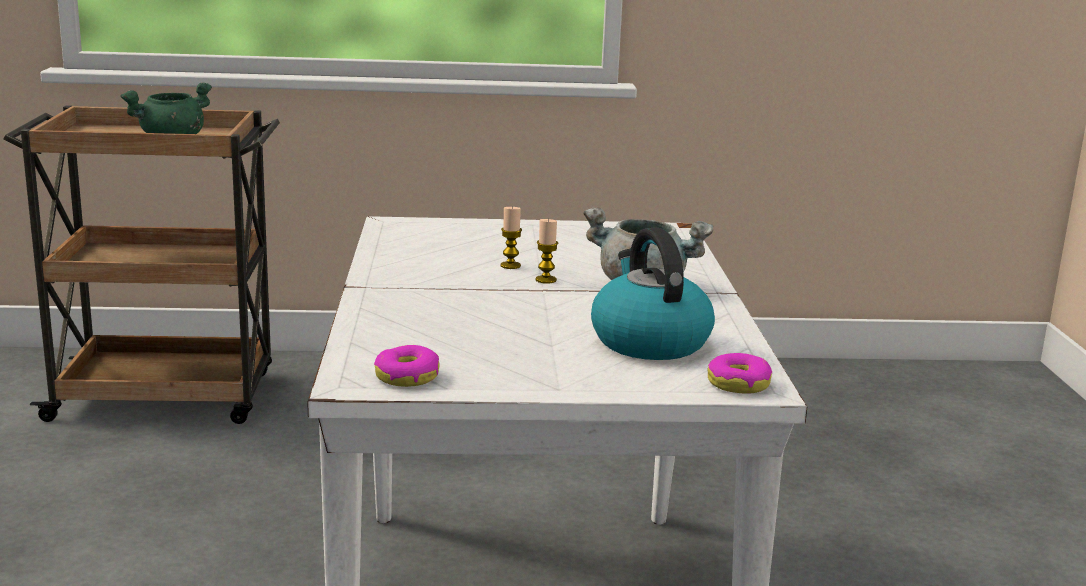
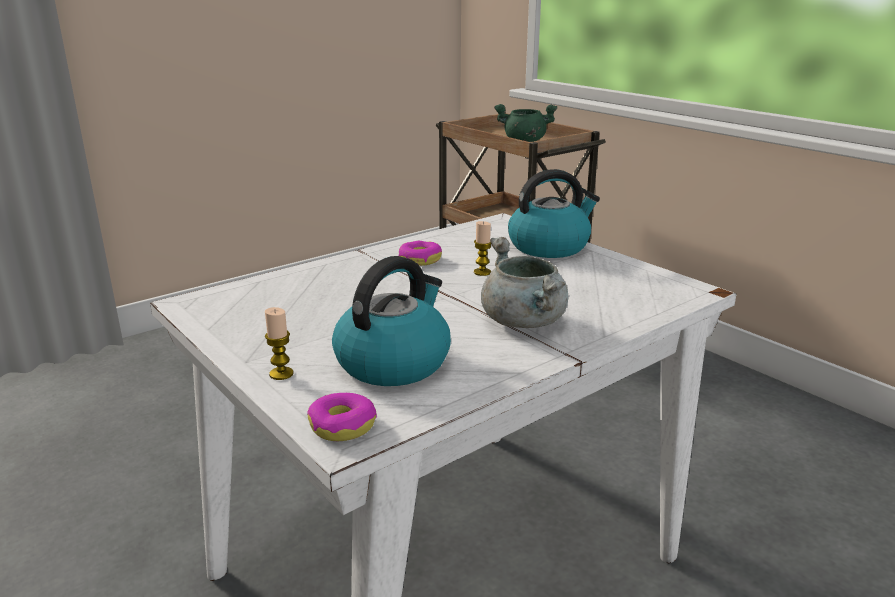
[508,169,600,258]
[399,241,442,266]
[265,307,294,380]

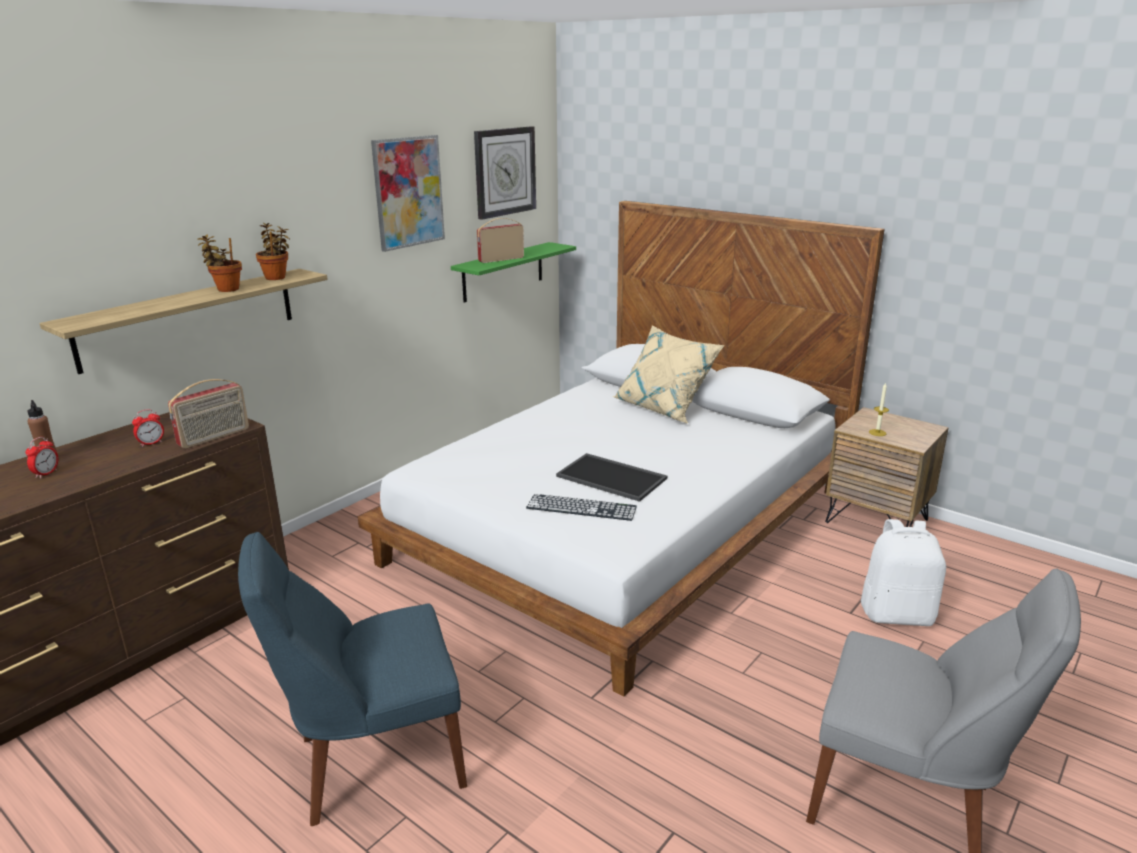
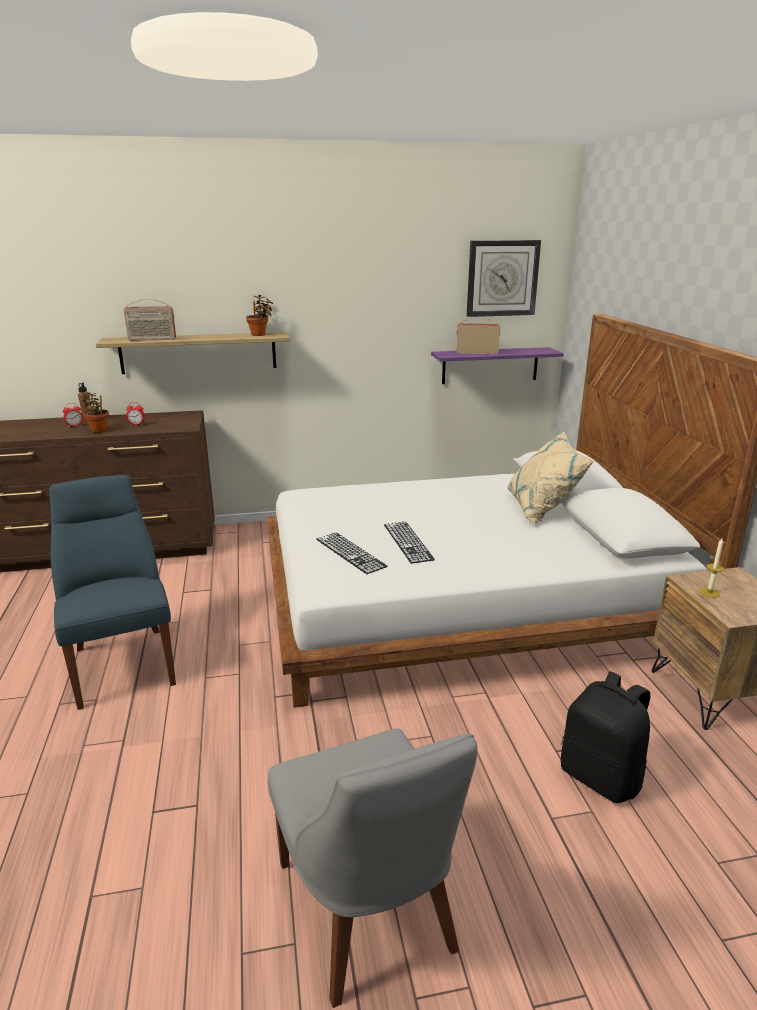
[371,135,445,252] (first image)
[124,299,176,341]
[80,391,109,433]
[384,522,435,564]
[431,347,564,384]
[561,671,650,803]
[49,475,176,710]

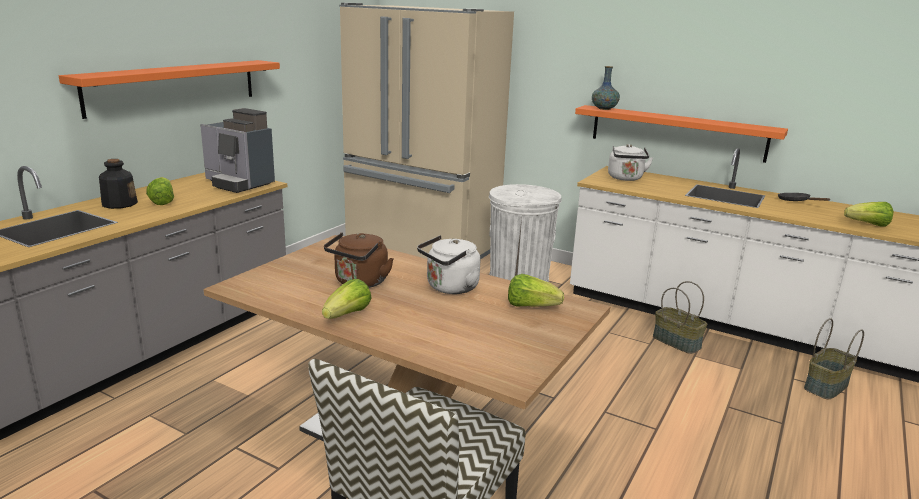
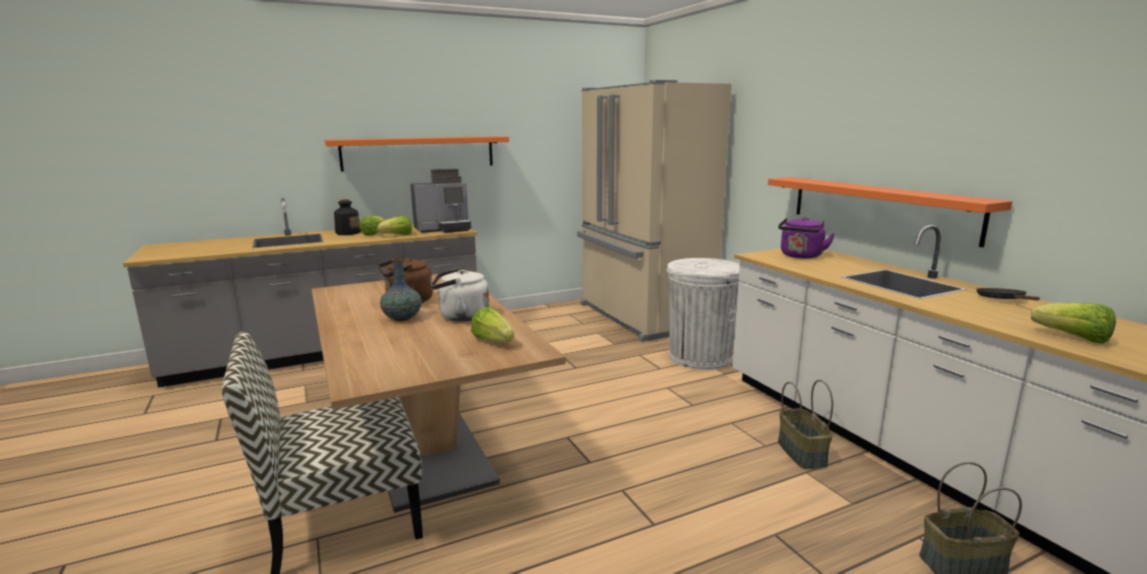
[377,216,412,235]
[380,258,422,321]
[778,217,835,259]
[410,169,471,233]

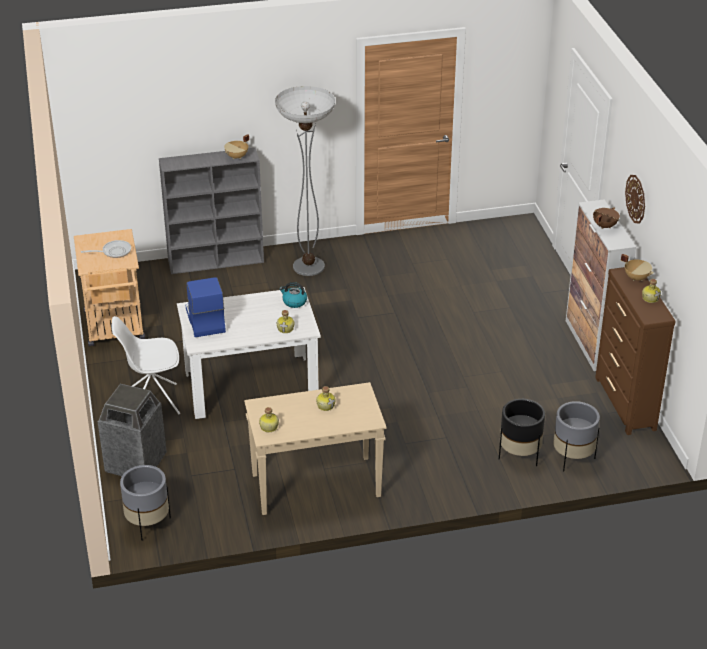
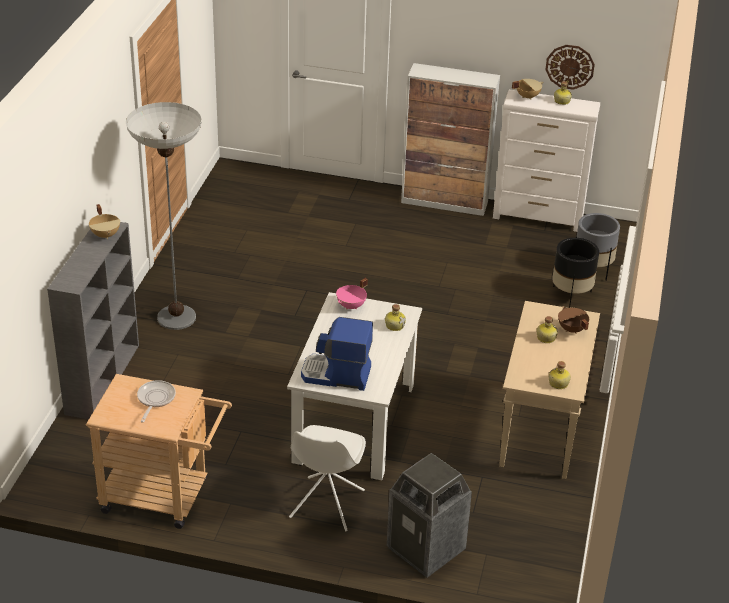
[120,465,171,540] (first image)
[558,306,589,334]
[545,45,595,90]
[336,278,368,310]
[493,90,600,232]

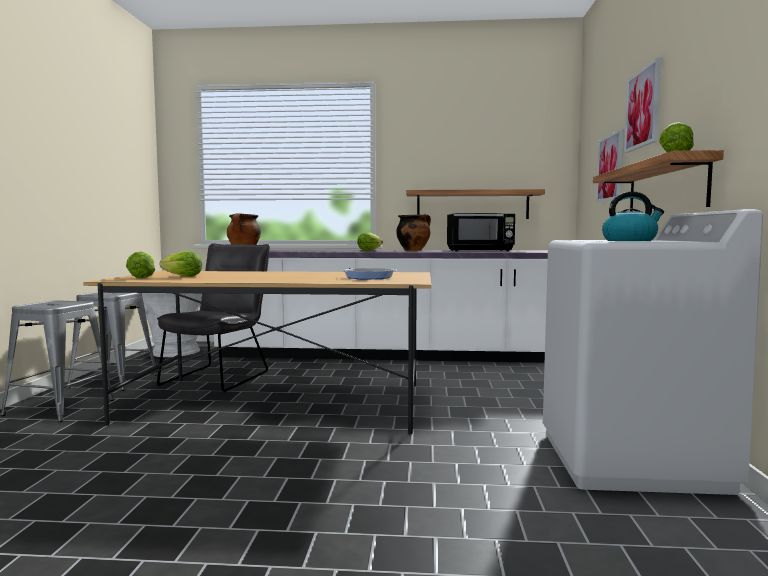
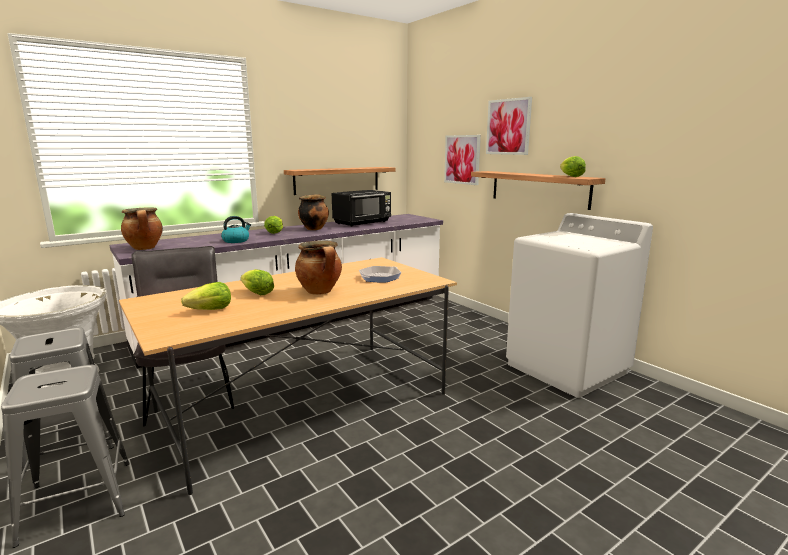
[295,241,342,295]
[240,269,274,295]
[221,216,251,243]

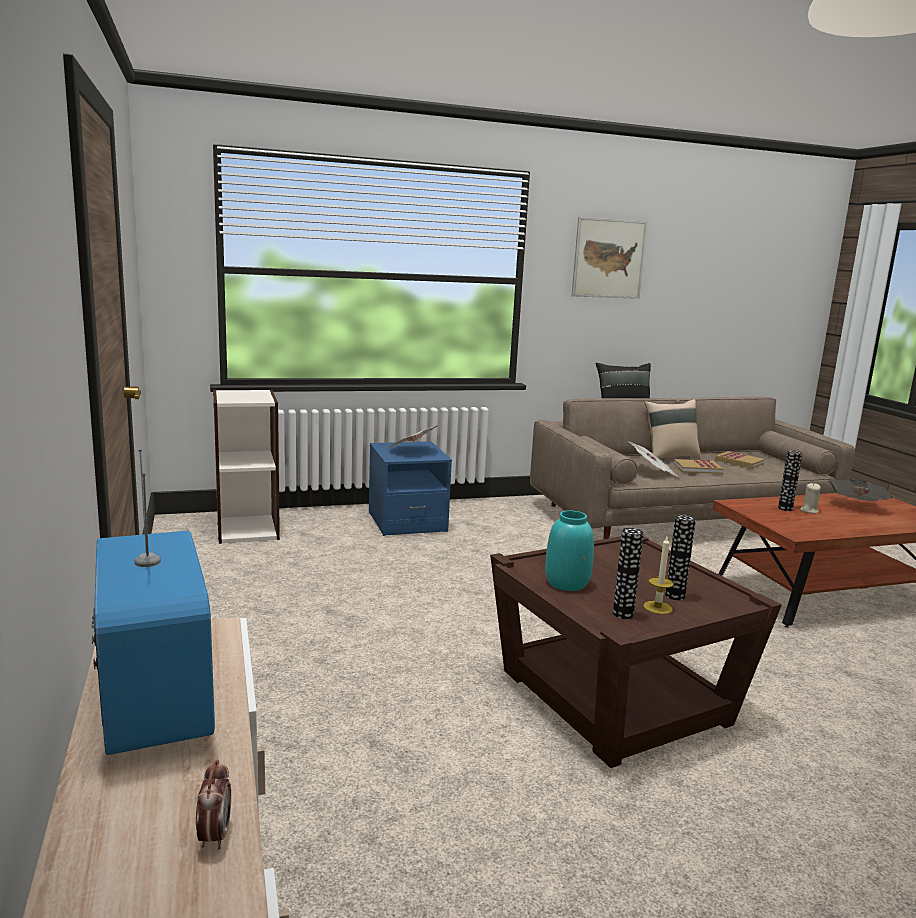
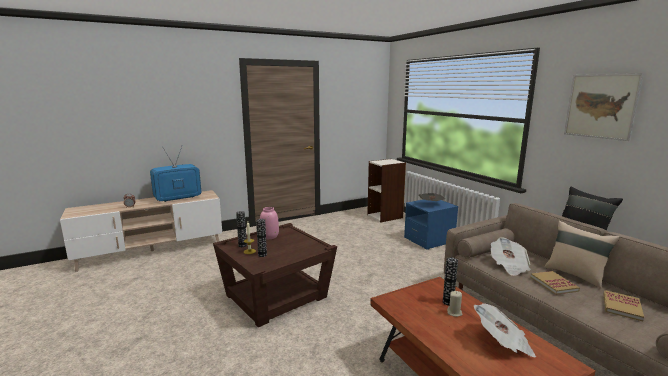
[260,207,279,239]

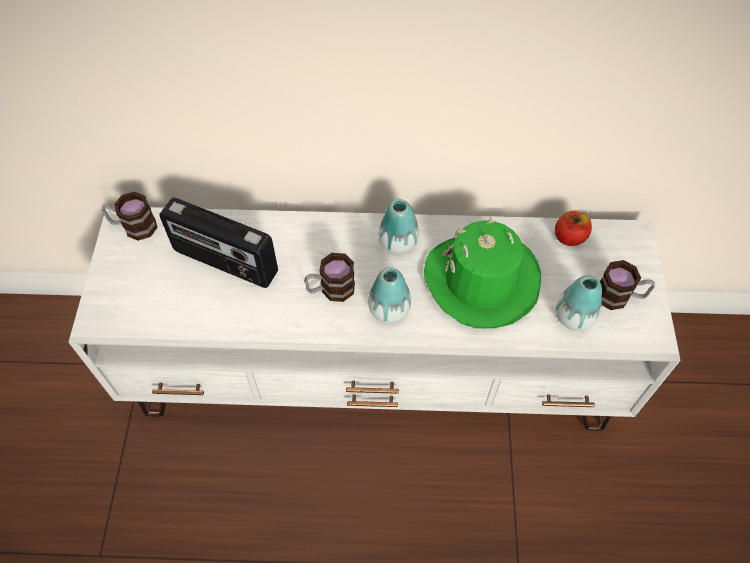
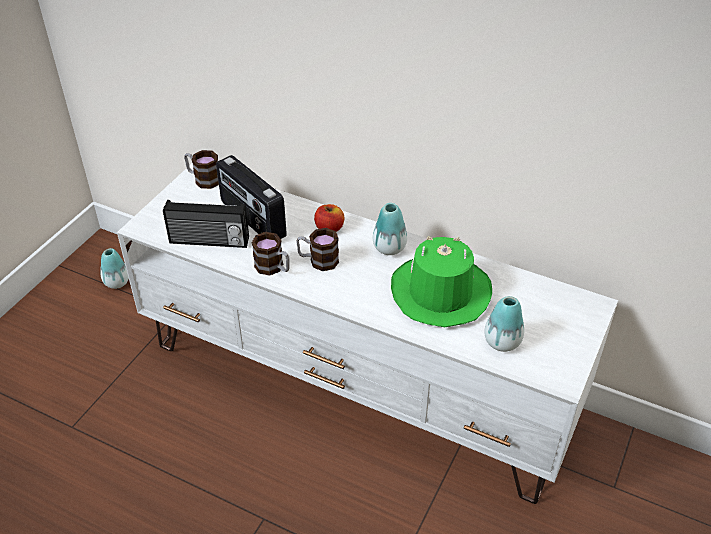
[163,200,249,248]
[100,248,129,289]
[314,204,344,232]
[252,232,290,276]

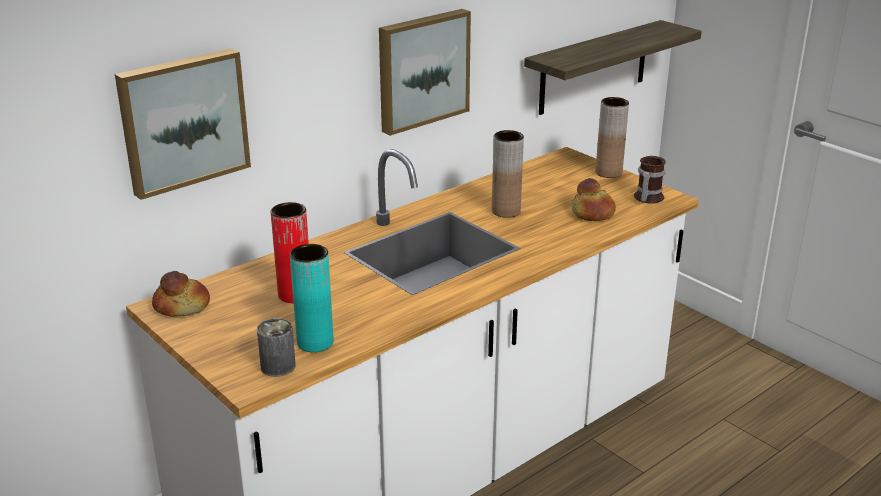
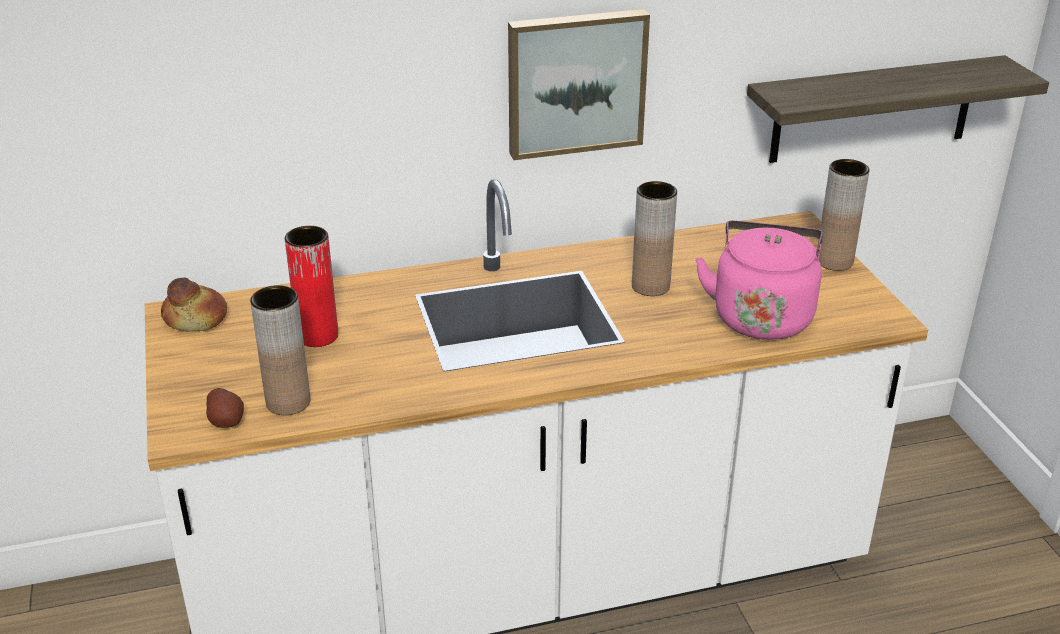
[115,49,251,200] (first image)
[634,156,666,204] (first image)
[206,388,244,428]
[695,220,823,340]
[250,285,311,415]

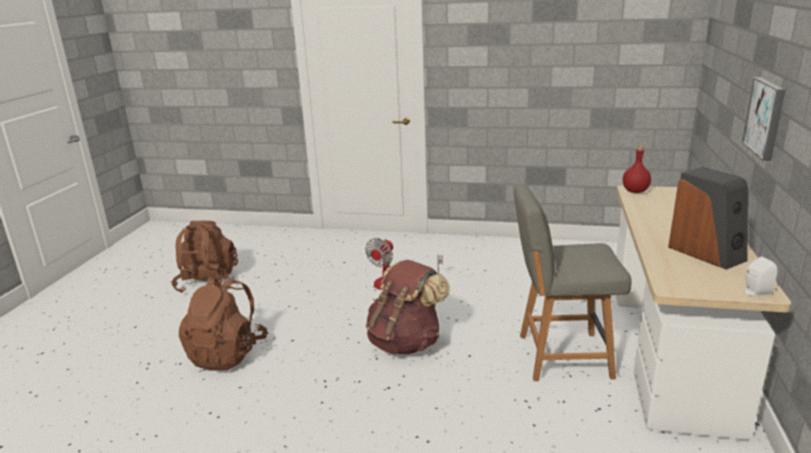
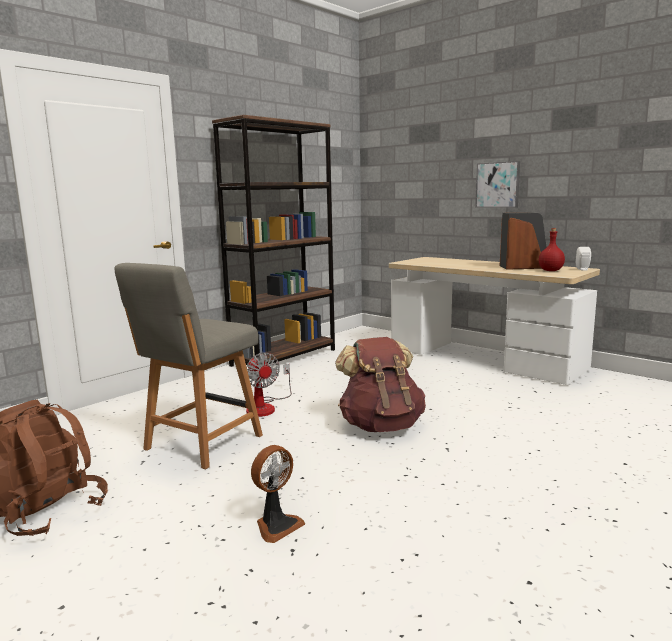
[212,115,335,367]
[114,263,263,469]
[539,228,565,271]
[251,445,305,543]

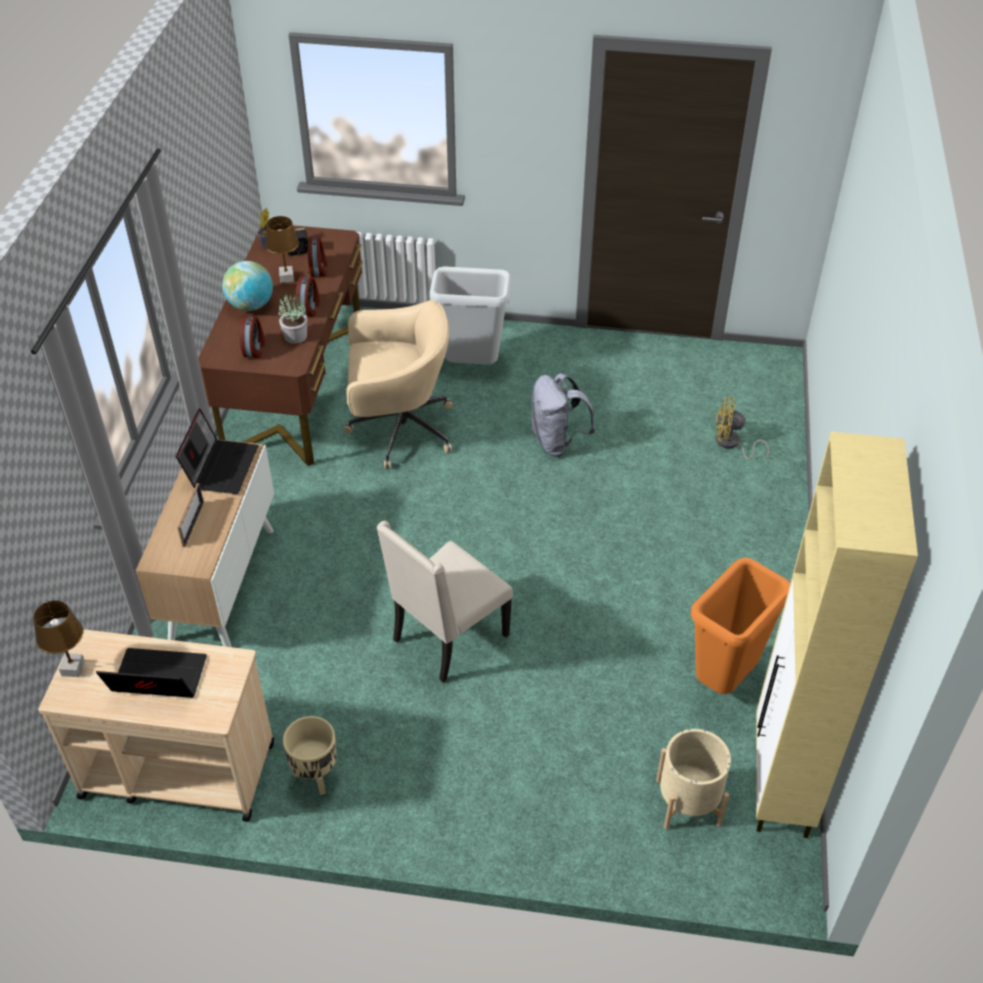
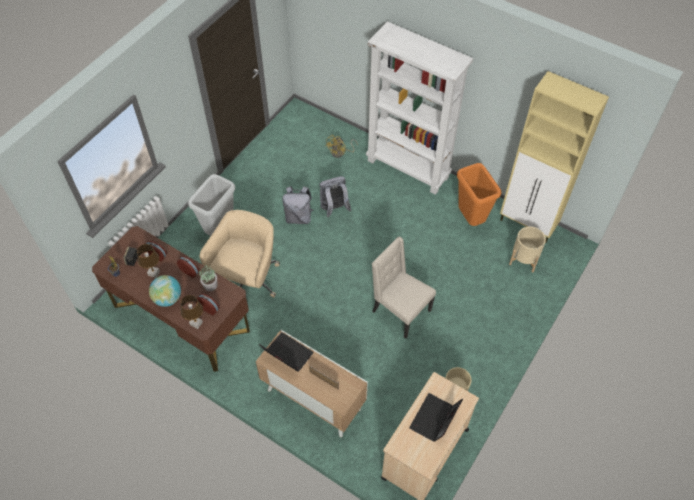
[319,176,351,217]
[366,21,473,195]
[180,295,203,329]
[372,237,436,339]

